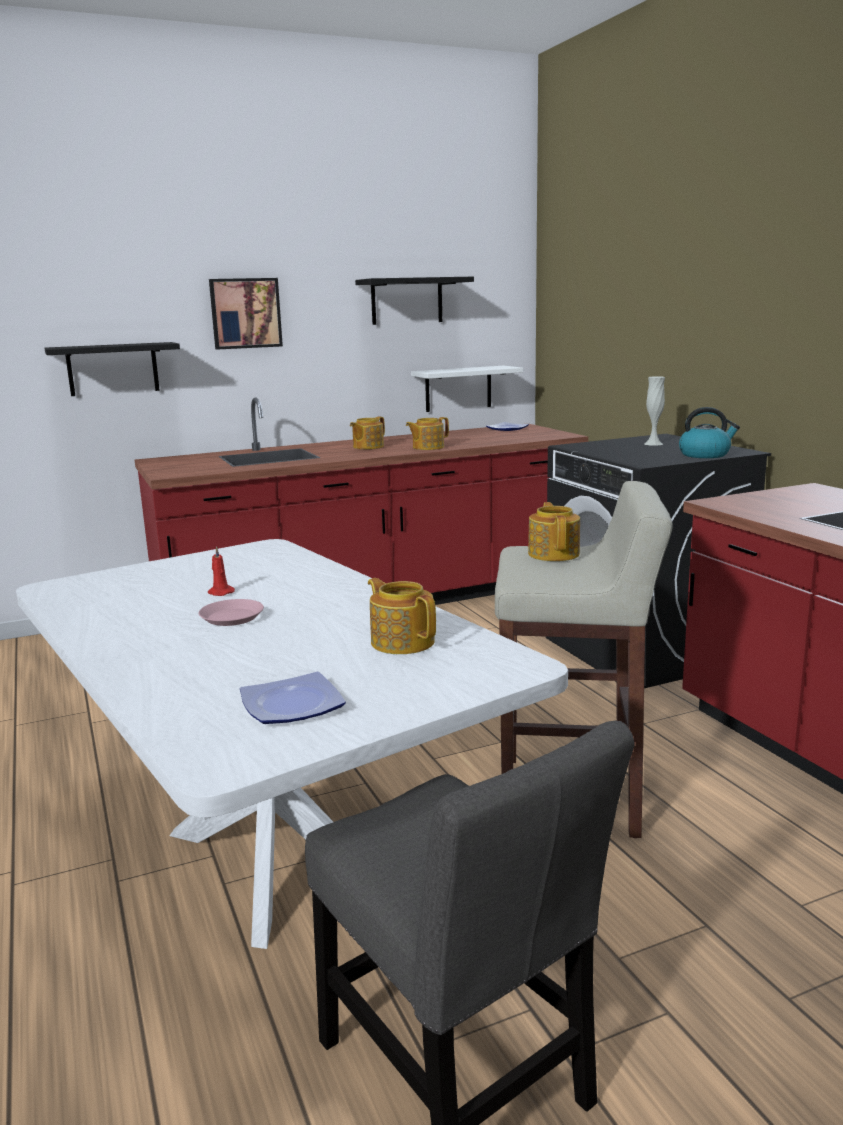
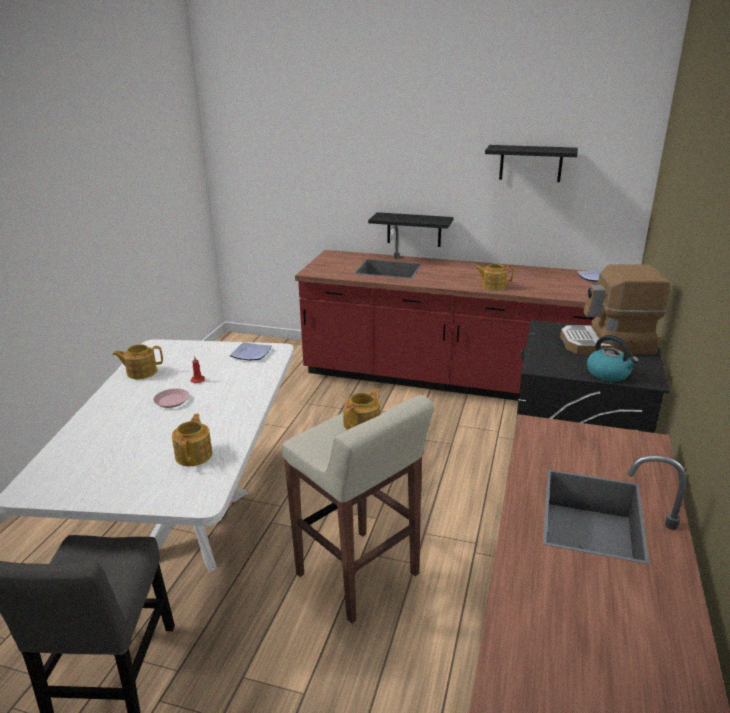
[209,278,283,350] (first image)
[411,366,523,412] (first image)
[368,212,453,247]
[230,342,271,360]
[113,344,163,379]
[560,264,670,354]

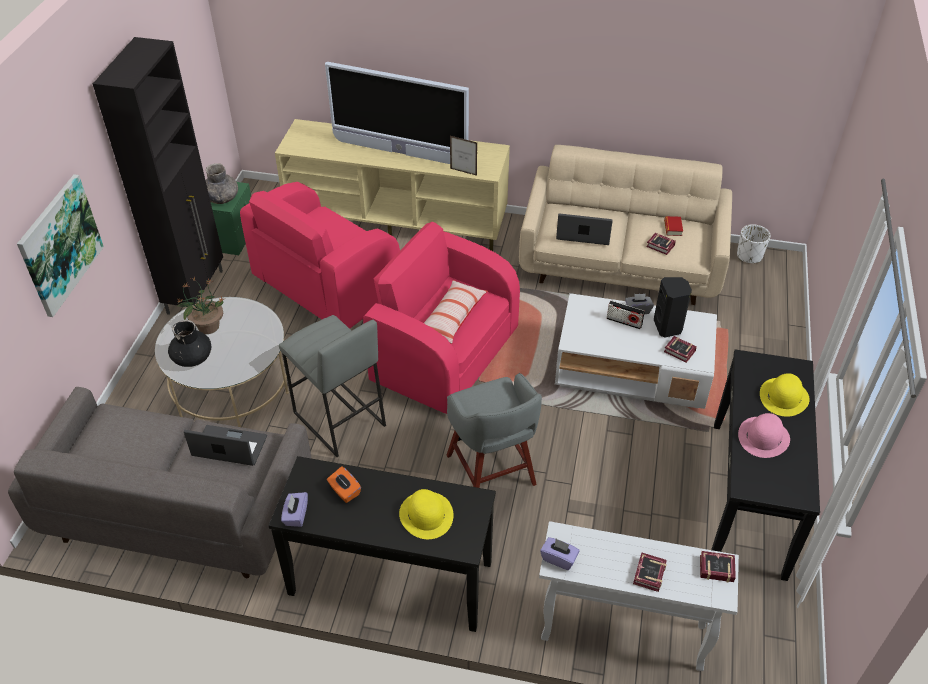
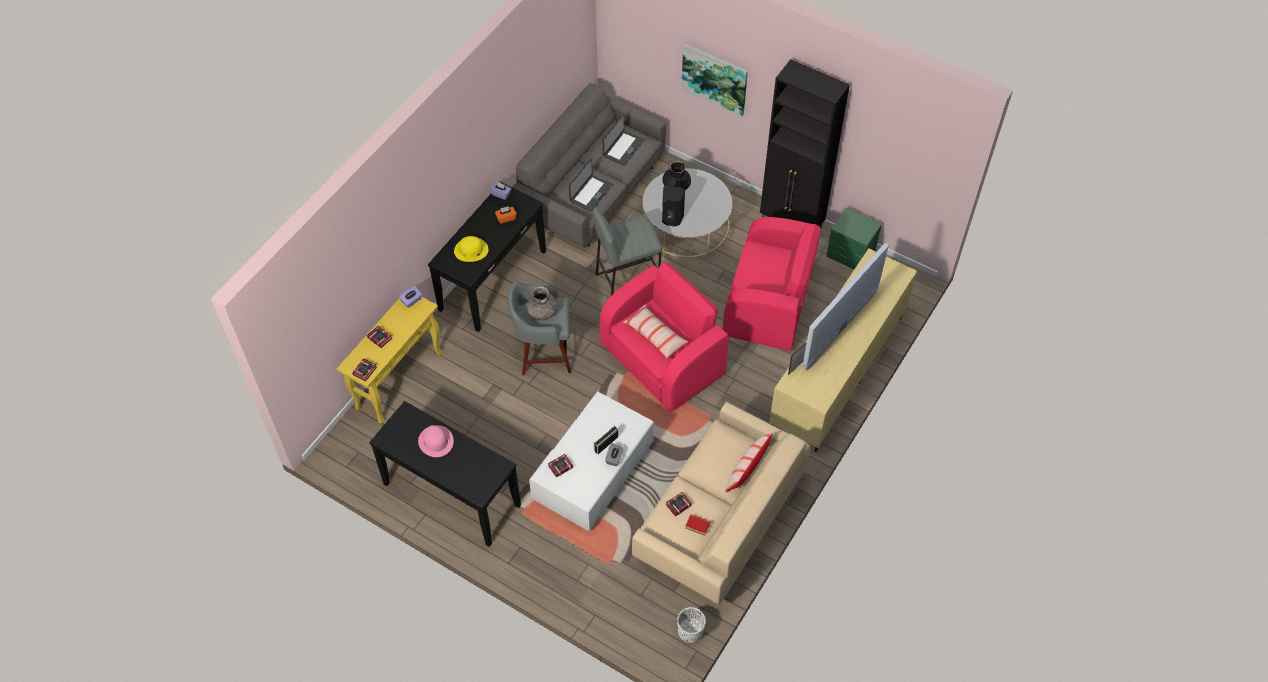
[177,276,226,334] (first image)
[760,373,810,417] (first image)
[725,432,773,492]
[526,287,558,320]
[602,114,644,166]
[662,185,685,227]
[337,297,442,424]
[723,217,821,351]

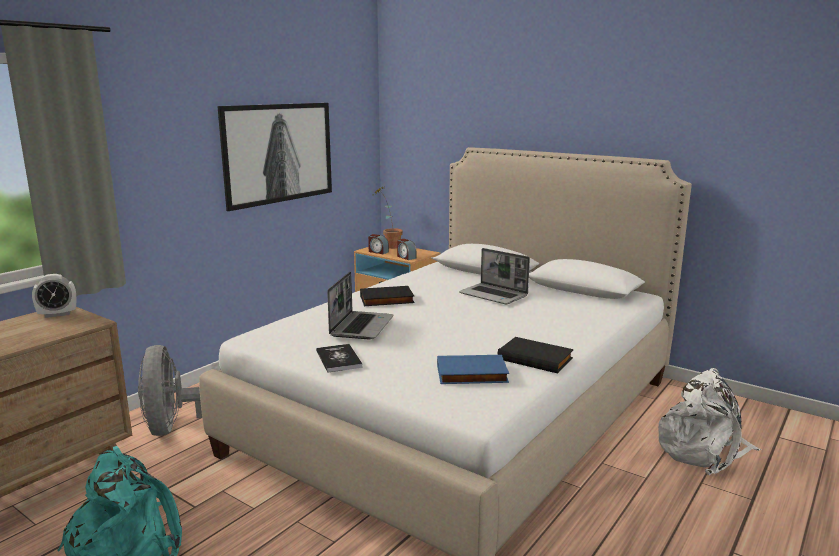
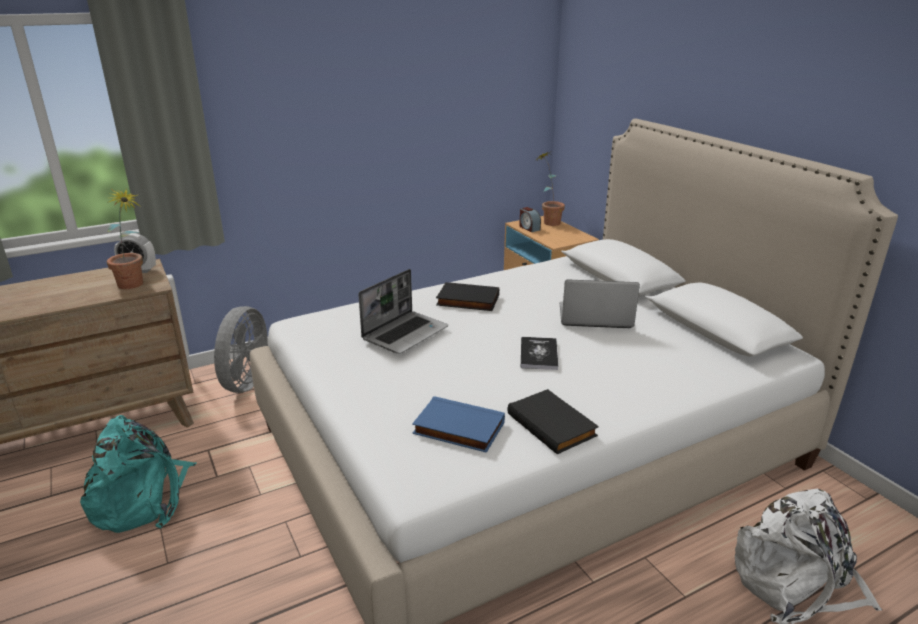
[217,103,332,211] (first image)
[397,239,416,260] (first image)
[106,189,143,289]
[521,337,558,370]
[560,279,640,328]

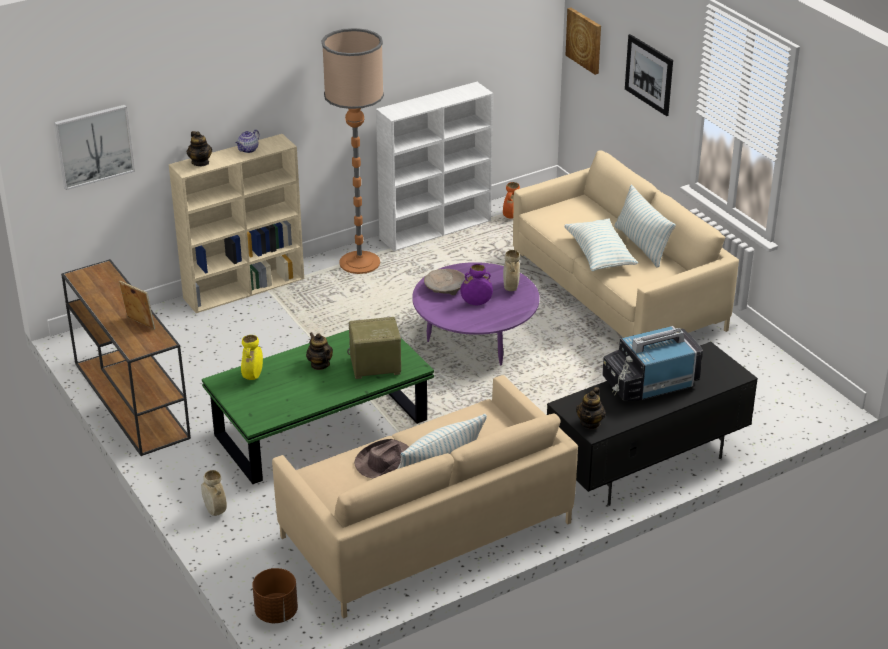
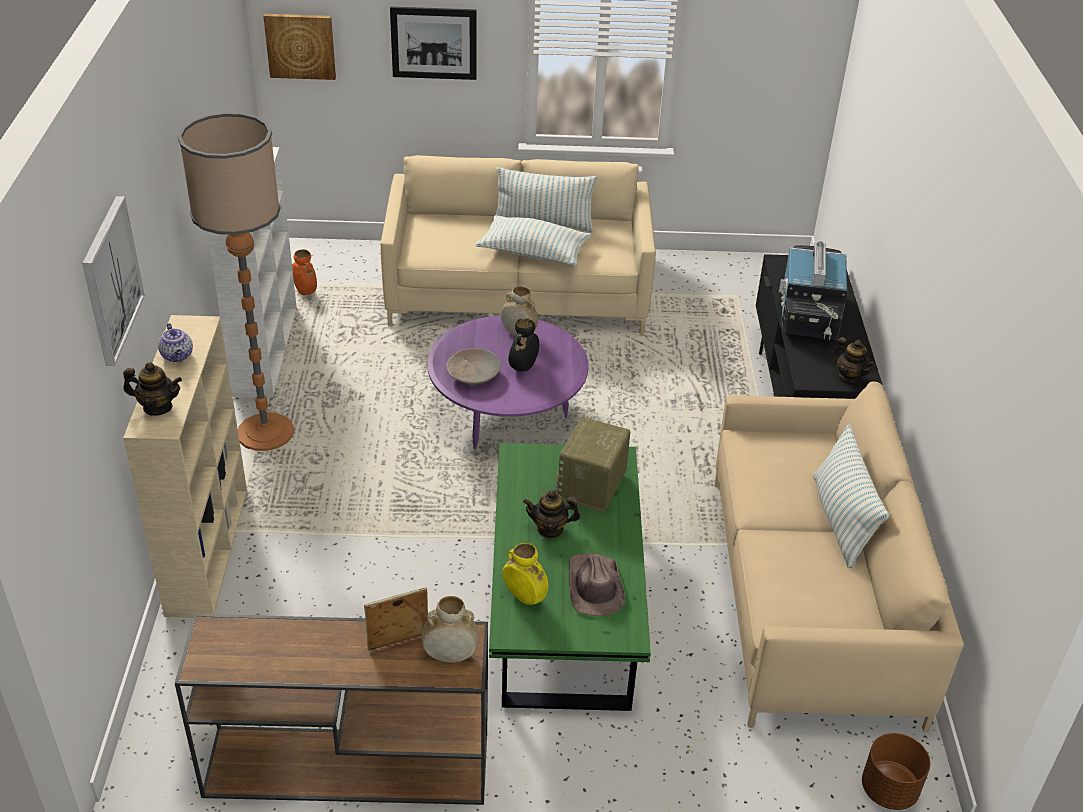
[82,196,145,366]
[421,596,478,662]
[569,553,625,616]
[508,318,539,372]

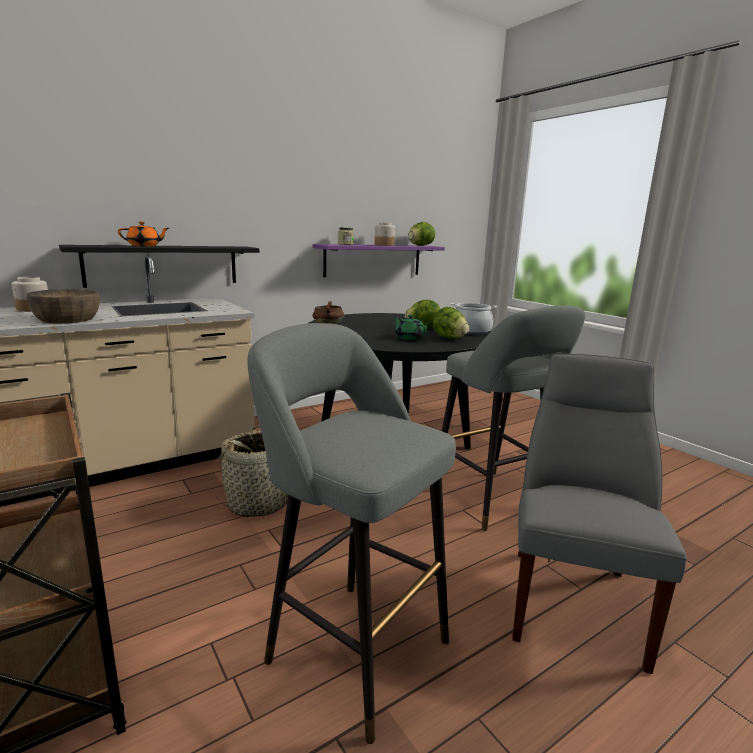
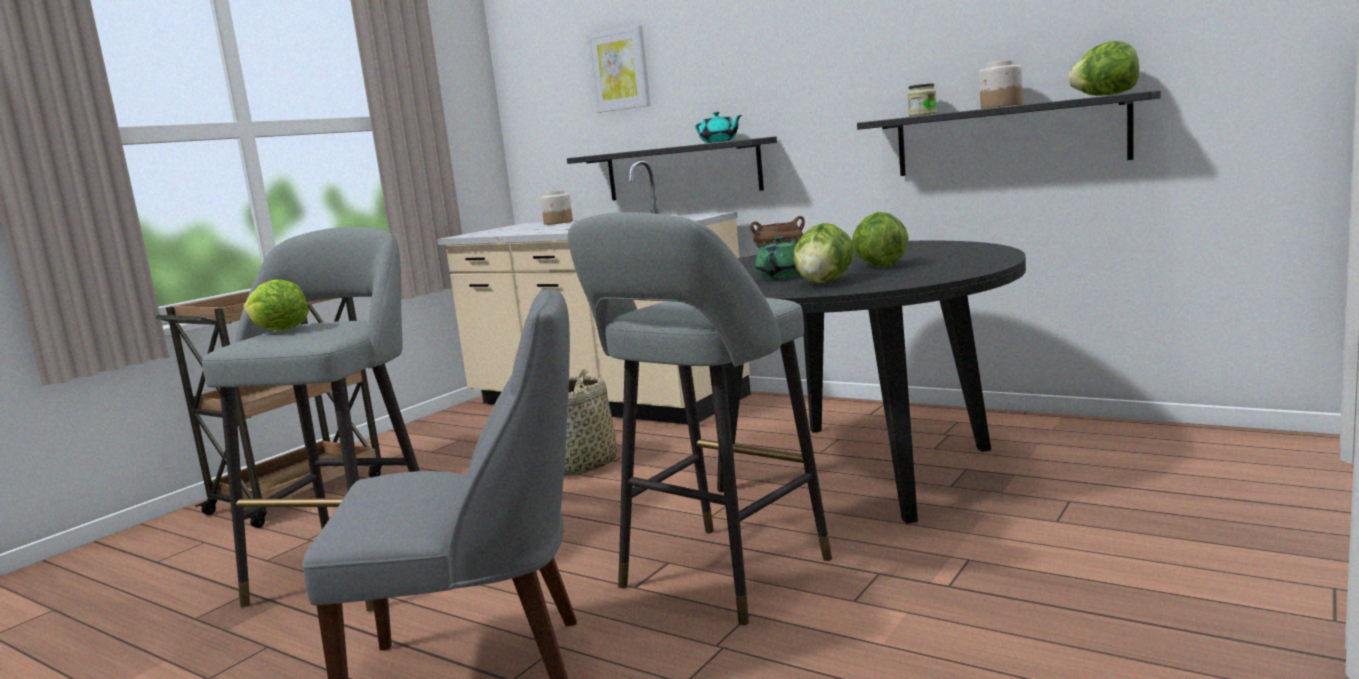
[27,289,100,324] (first image)
[118,222,169,246] (first image)
[451,303,497,334] (first image)
[243,279,309,330]
[587,25,650,113]
[695,112,742,143]
[857,90,1161,176]

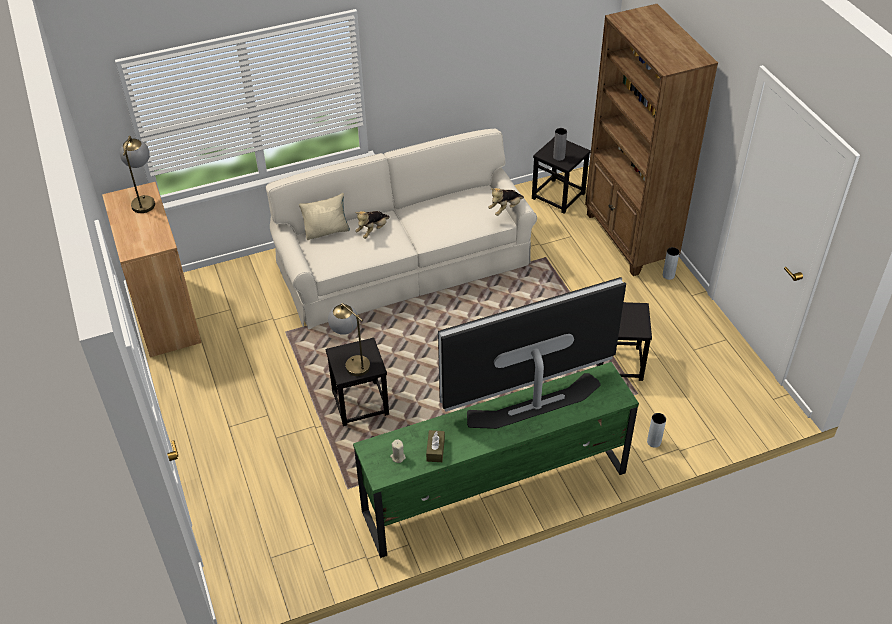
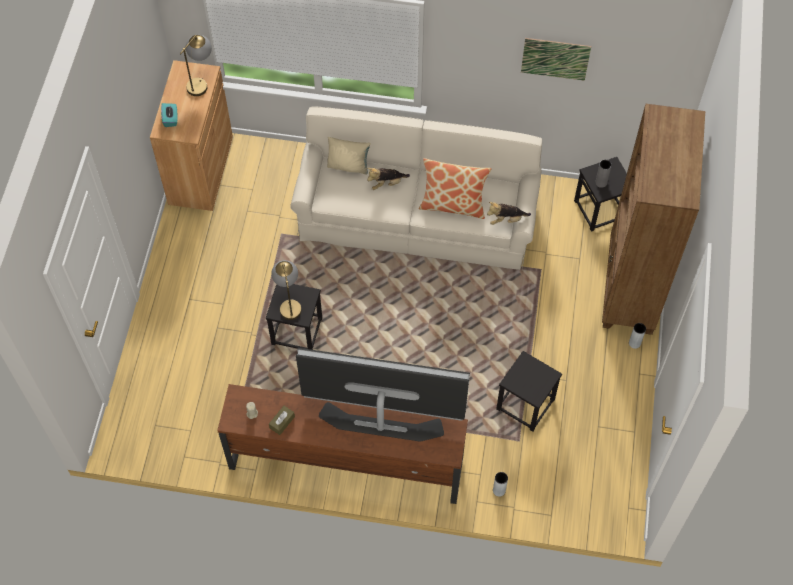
[161,103,178,127]
[419,158,491,219]
[521,38,591,81]
[217,384,468,504]

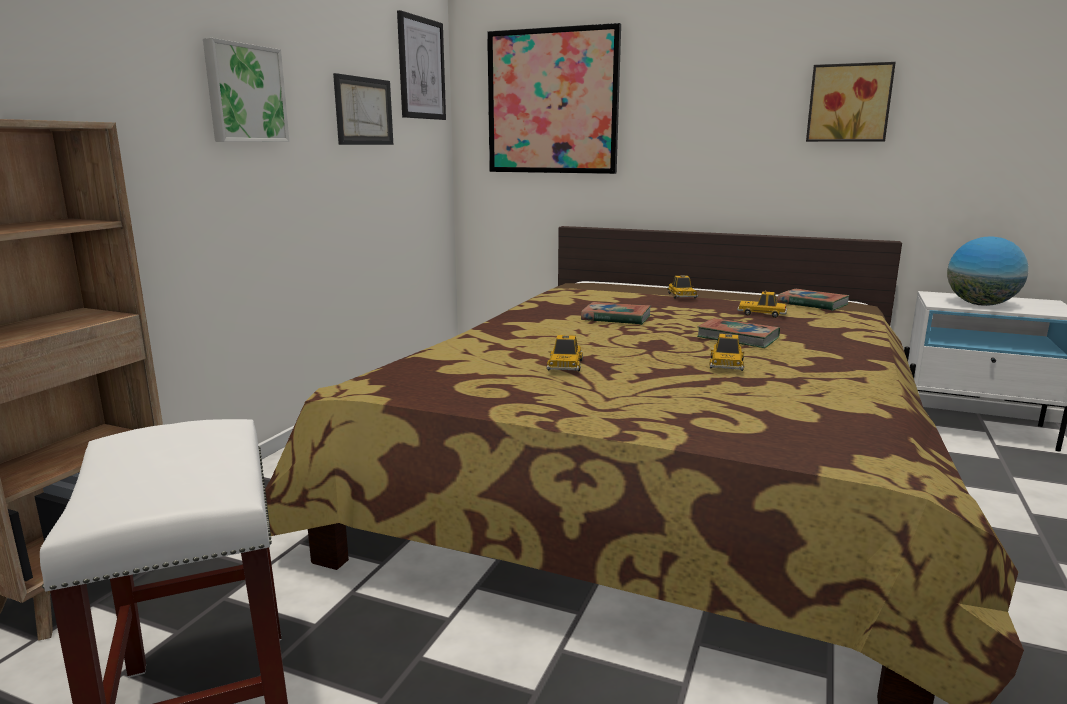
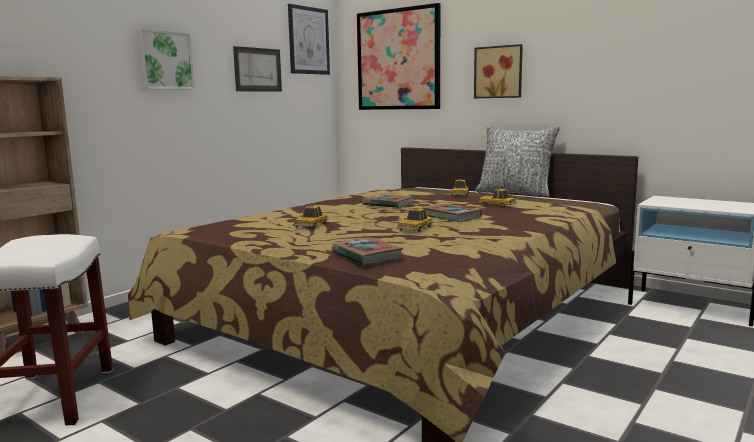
[947,236,1028,306] (first image)
[475,126,560,197]
[332,237,403,266]
[474,44,523,98]

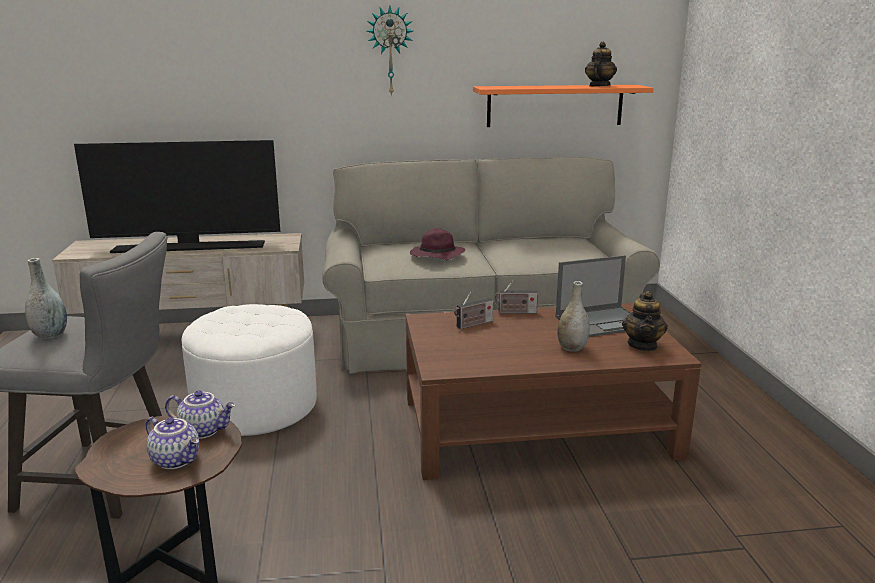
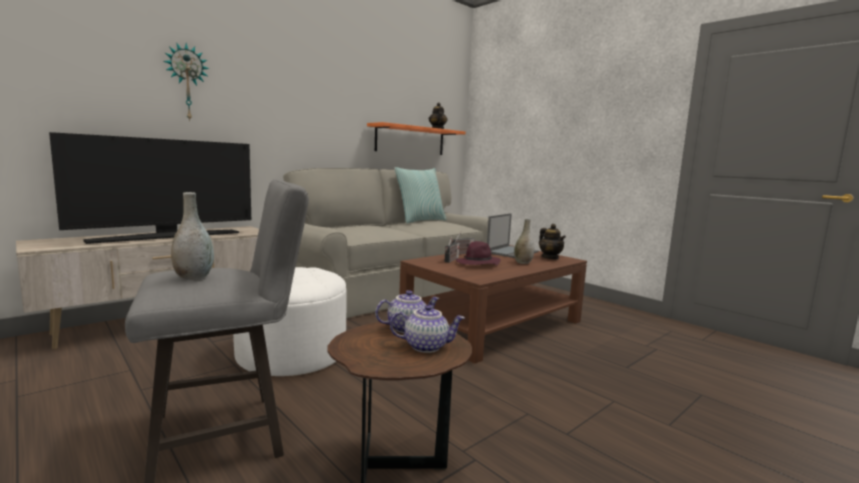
[394,167,447,224]
[164,42,209,121]
[456,241,501,265]

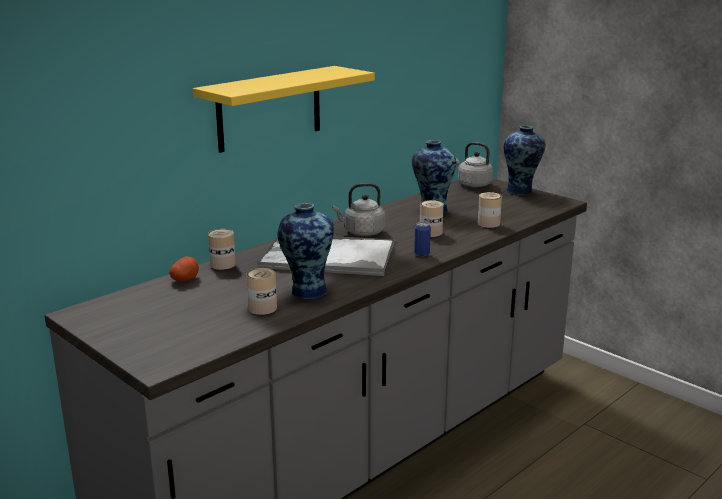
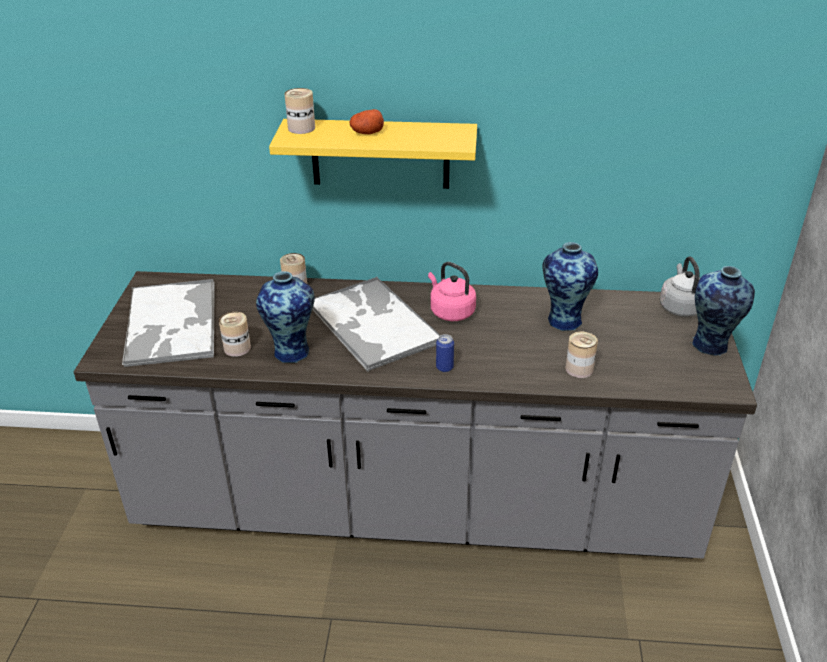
[122,279,215,367]
[349,109,384,134]
[284,88,315,134]
[428,262,476,321]

